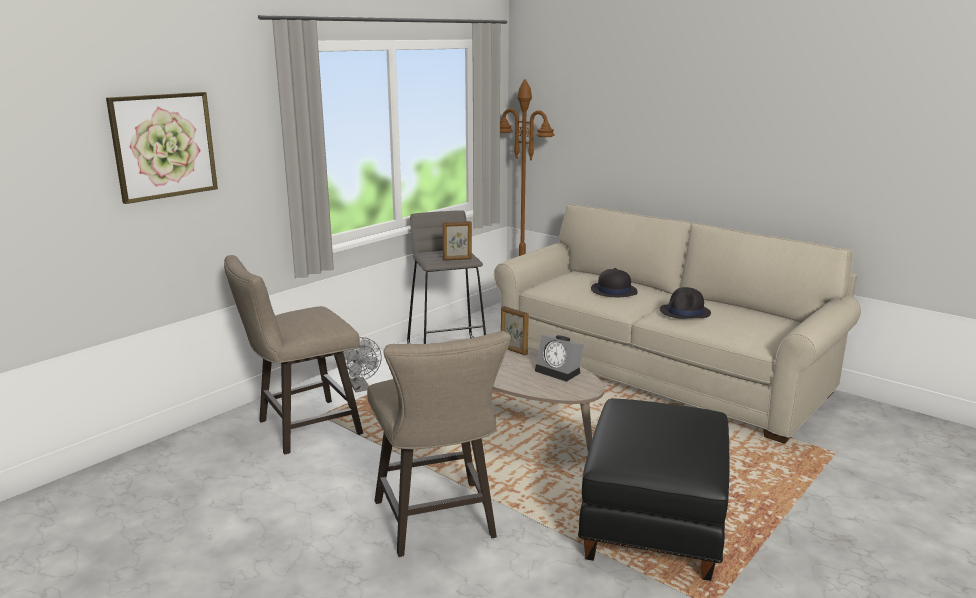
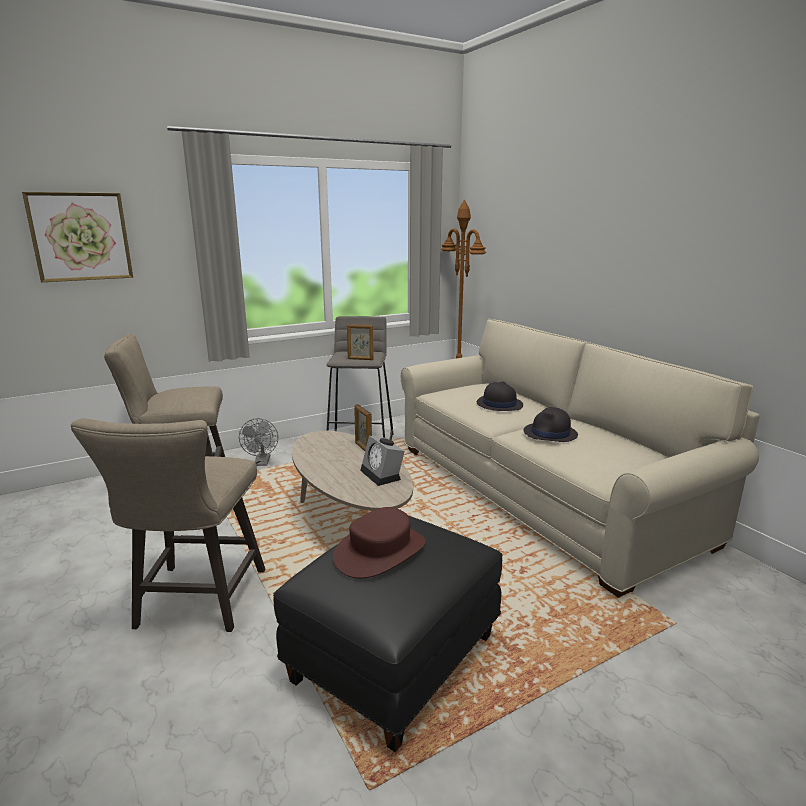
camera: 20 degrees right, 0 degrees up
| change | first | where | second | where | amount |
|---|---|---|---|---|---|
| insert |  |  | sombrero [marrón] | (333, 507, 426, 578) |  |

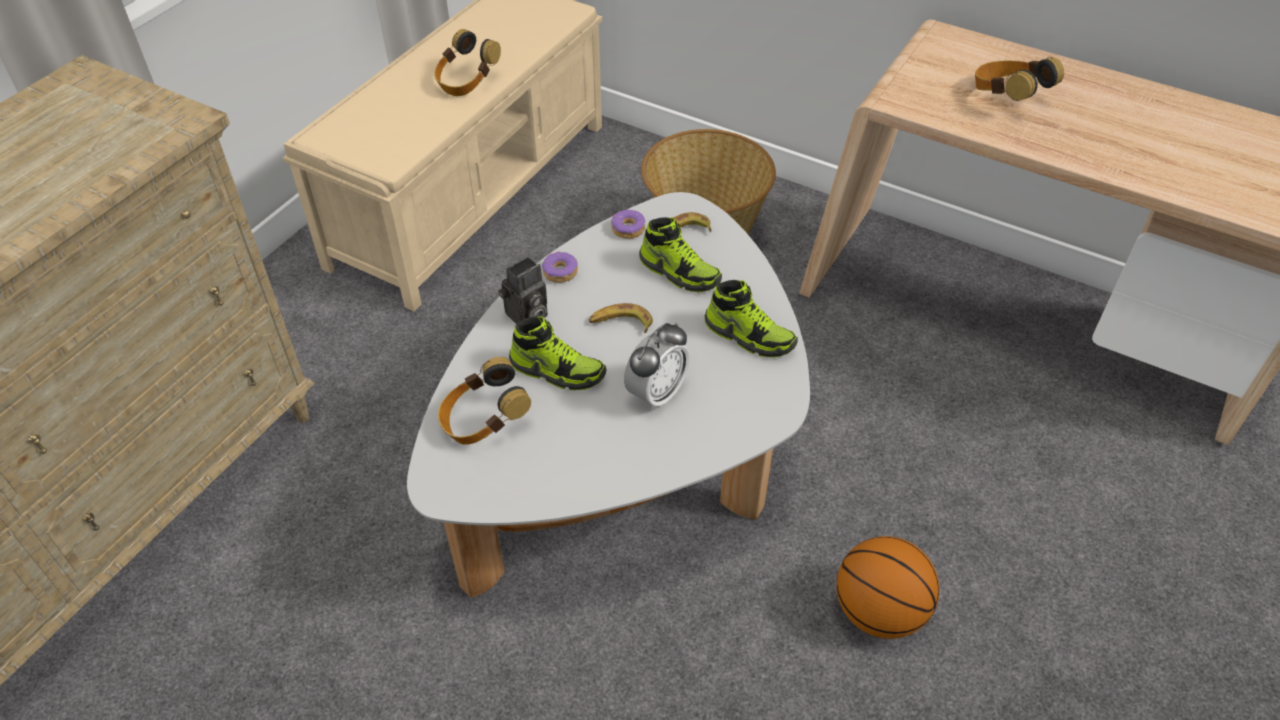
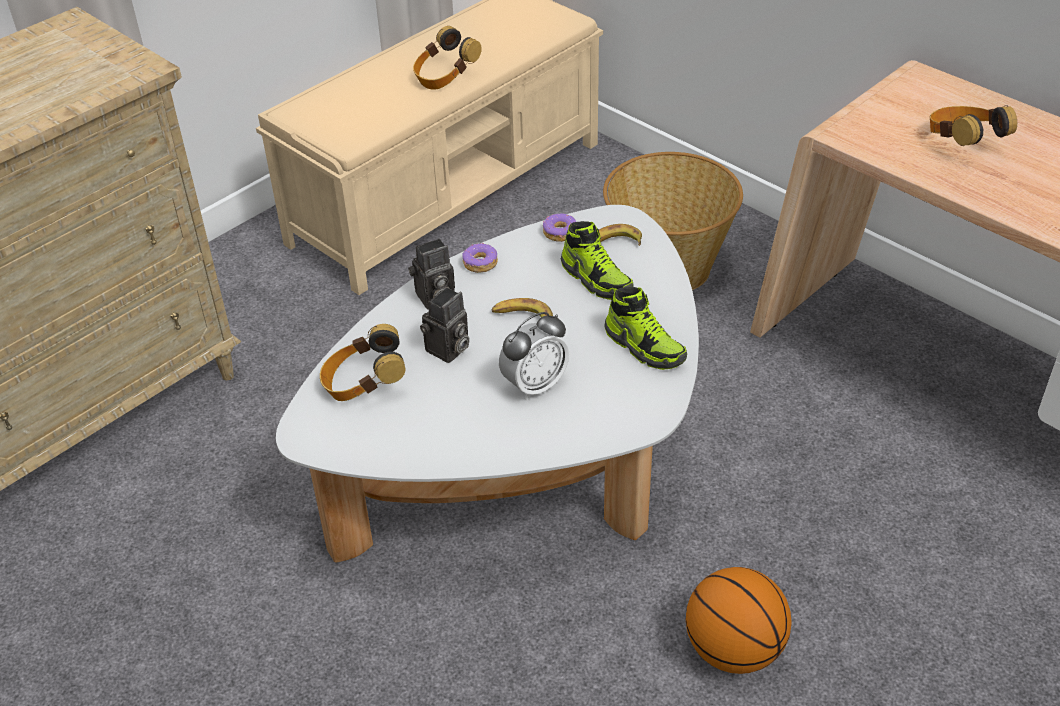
camera: 15 degrees right, 5 degrees down
| change | first | where | second | where | amount |
|---|---|---|---|---|---|
| replace | zapato | (509, 316, 606, 390) | cámara | (420, 287, 470, 363) |  |

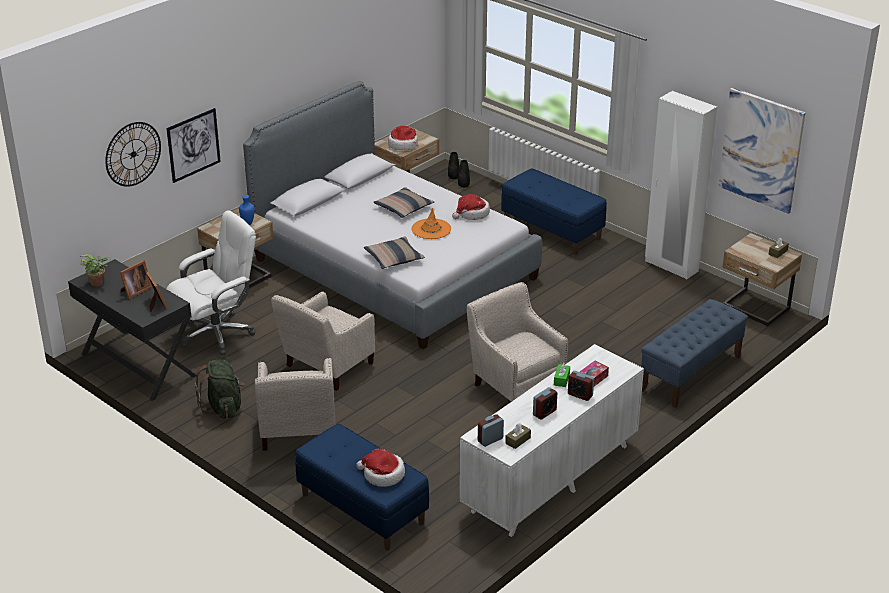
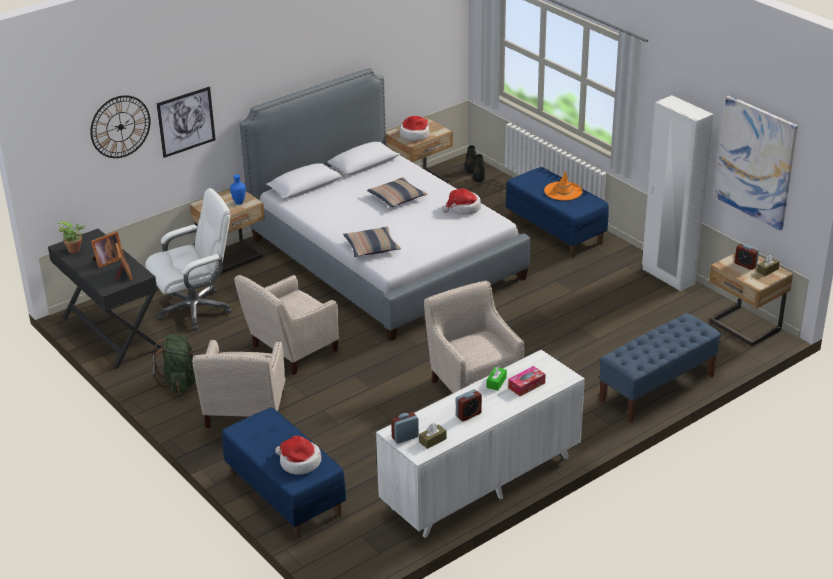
camera: 10 degrees right, 0 degrees up
| change | first | where | second | where | amount |
|---|---|---|---|---|---|
| move | sombrero [naranja] | (411, 208, 451, 239) |  | (544, 171, 583, 201) |  |
| move | despertador | (568, 371, 594, 401) |  | (735, 243, 759, 270) |  |

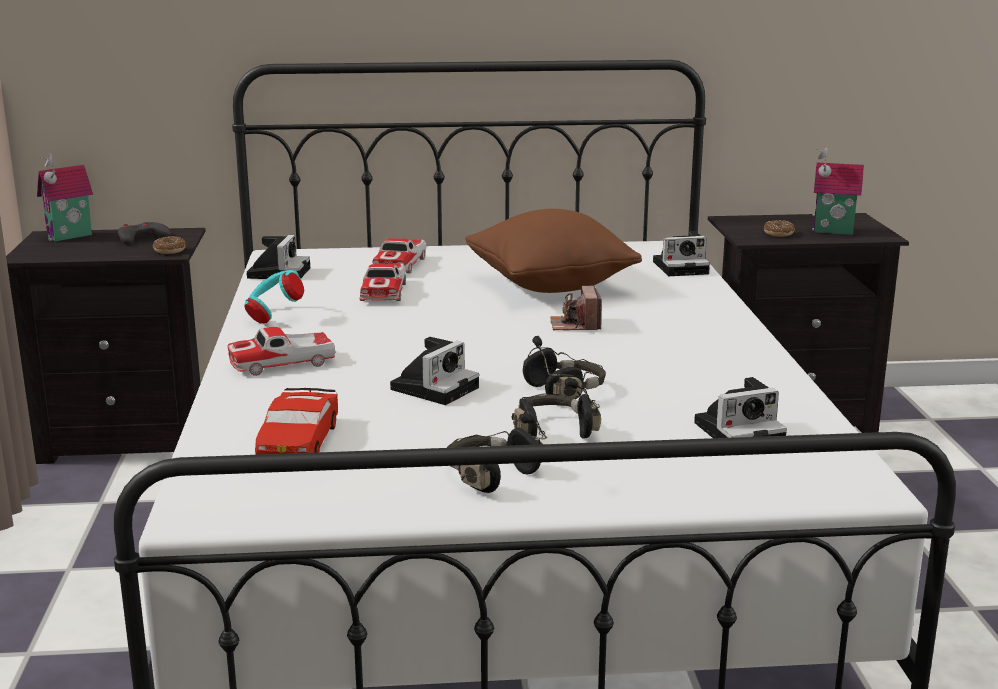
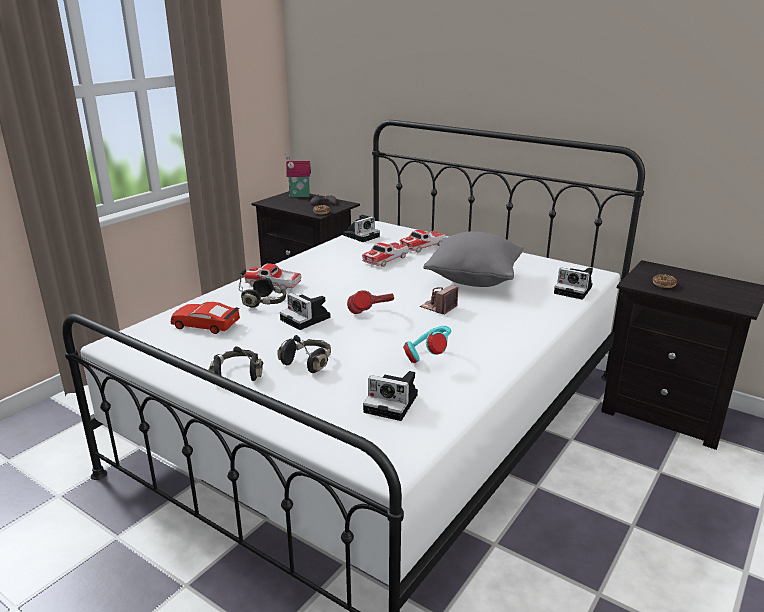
camera: 40 degrees right, 5 degrees up
| change | first | where | second | where | amount |
|---|---|---|---|---|---|
| delete | casita | (812, 147, 864, 235) |  |  |  |
| recolor | cojín [marrón] | (465, 209, 642, 293) | cojín [gris] | (423, 231, 524, 287) |  |
| move | auriculares [turquesa] | (244, 270, 304, 324) |  | (403, 326, 451, 363) |  |
| move | auriculares [negro] | (523, 336, 606, 399) |  | (238, 269, 287, 308) |  |
| rotate | cámara | (390, 337, 479, 405) |  | (280, 293, 330, 330) | 60 degrees clockwise |
| rotate | coche de juguete [rojo] | (255, 388, 338, 455) |  | (171, 302, 240, 334) | 60 degrees clockwise |
| insert |  |  | auriculares [rojo] | (347, 290, 394, 314) |  |

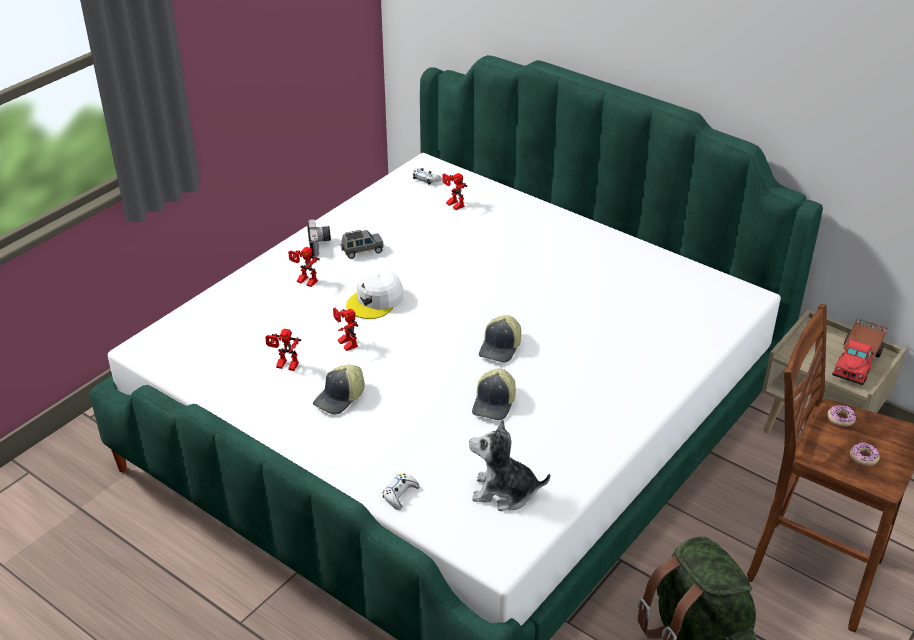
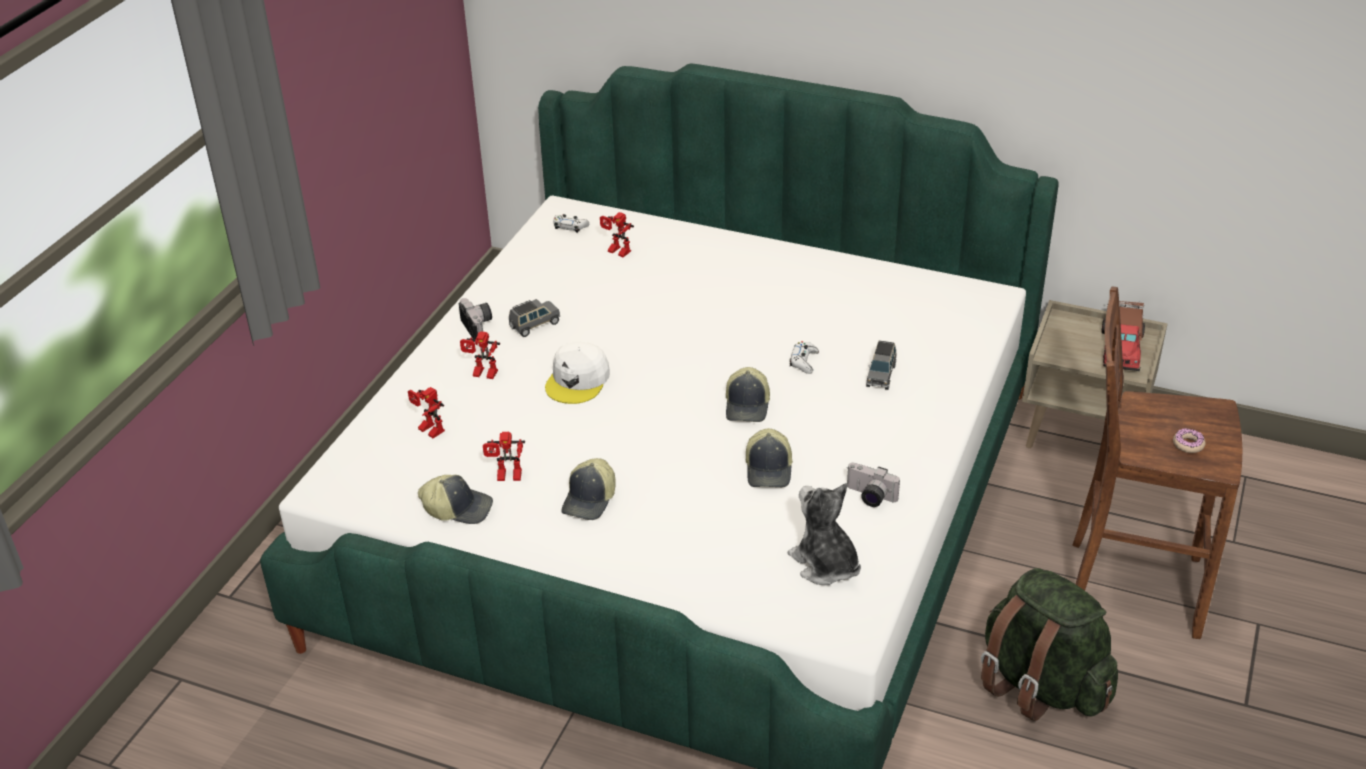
camera: 15 degrees left, 0 degrees up
| change | first | where | second | where | amount |
|---|---|---|---|---|---|
| move | robot de juguete | (333, 308, 358, 351) |  | (408, 387, 445, 438) |  |
| delete | rosquilla | (827, 405, 856, 427) |  |  |  |
| rotate | peluche | (469, 419, 550, 511) |  | (788, 483, 861, 585) | 60 degrees clockwise |
| move | mando de consola [blanco] | (382, 473, 420, 510) |  | (790, 341, 819, 374) |  |
| insert |  |  | coche de juguete [gris] | (866, 340, 896, 390) |  |
| insert |  |  | cámara | (847, 463, 900, 507) |  |
| insert |  |  | gorra | (418, 475, 493, 524) |  |

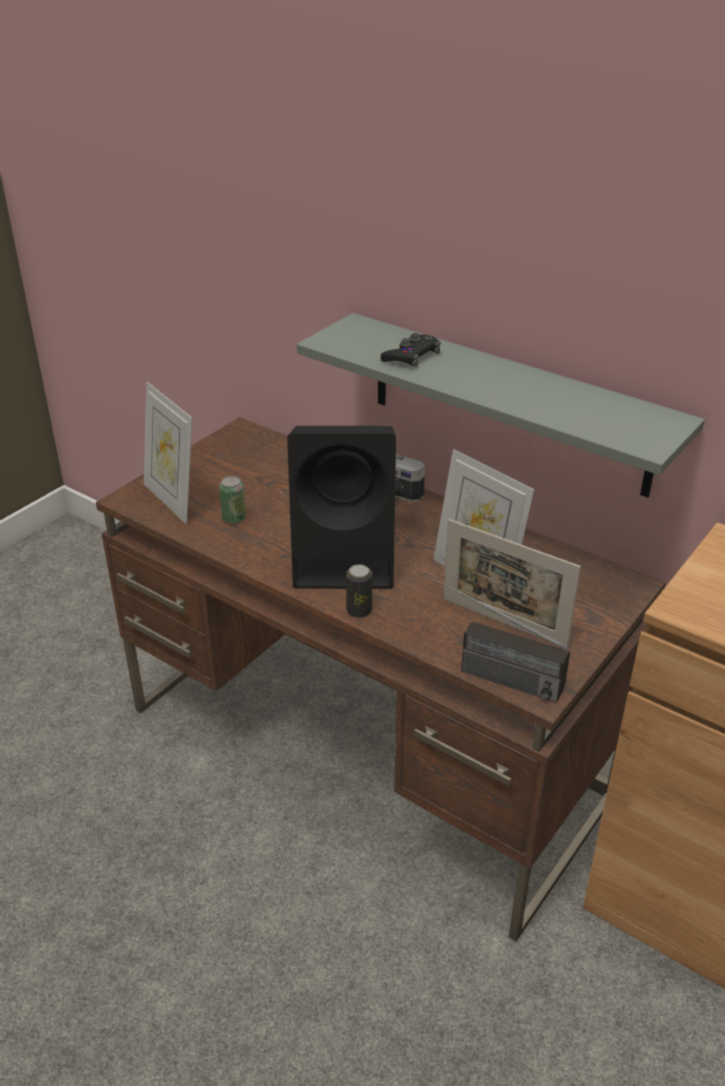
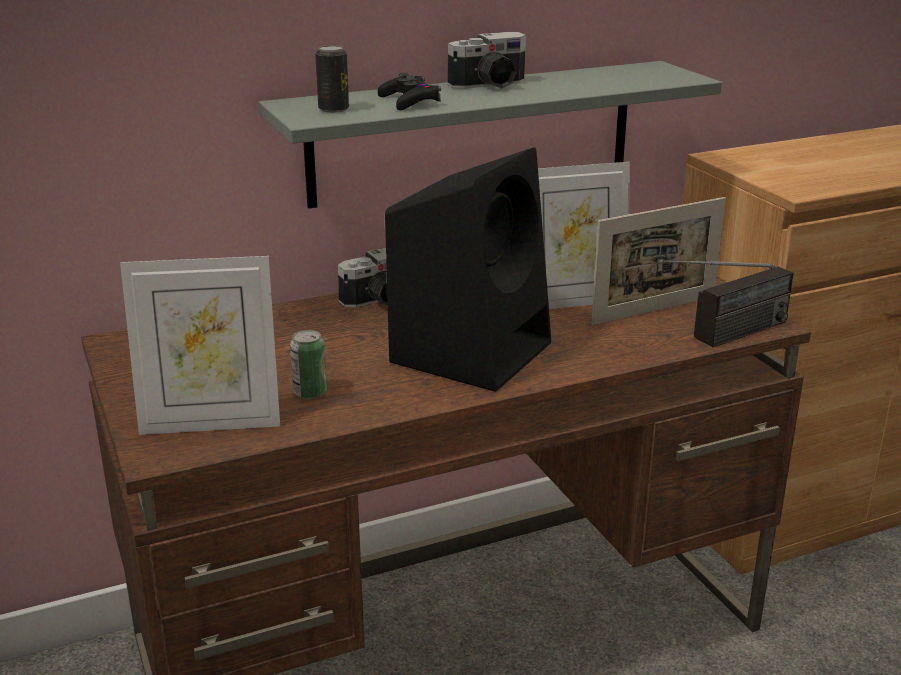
camera: 60 degrees left, 10 degrees down
| change | first | where | second | where | amount |
|---|---|---|---|---|---|
| move | lata | (346, 564, 372, 618) |  | (315, 45, 349, 113) |  |
| insert |  |  | cámara | (448, 32, 526, 89) |  |

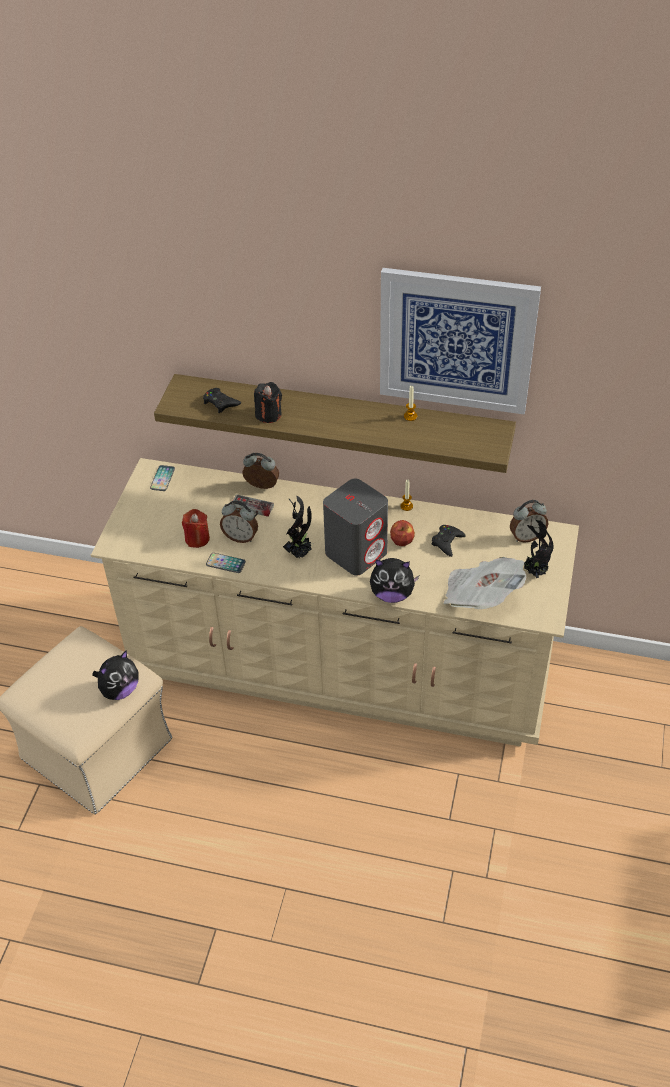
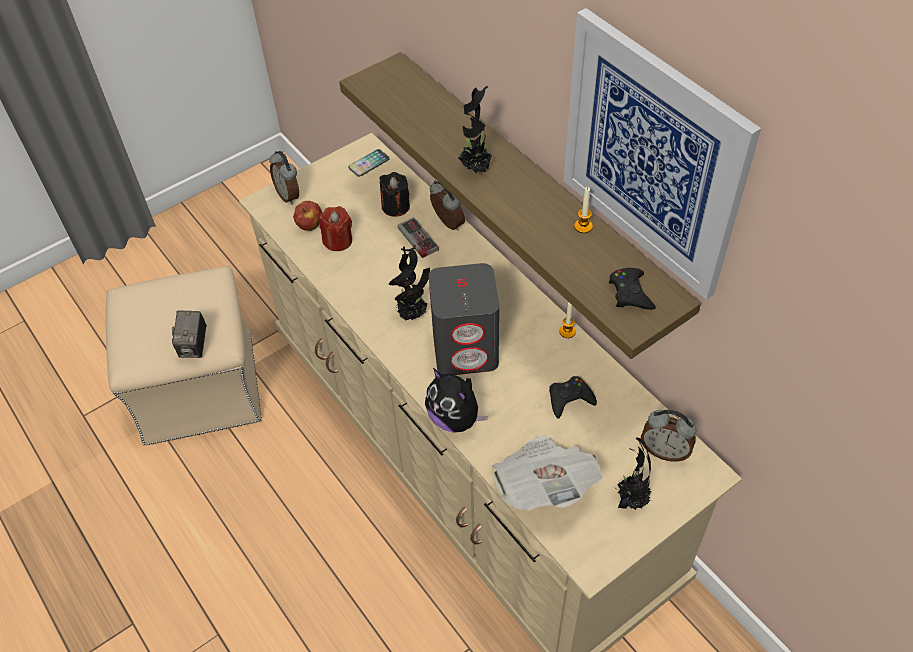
camera: 40 degrees right, 5 degrees up
| change | first | where | second | where | amount |
|---|---|---|---|---|---|
| move | vela [negro] | (254, 382, 282, 423) |  | (380, 172, 410, 217) |  |
| move | mando de consola [negro] | (203, 388, 241, 413) |  | (609, 268, 656, 310) |  |
| move | despertador | (220, 501, 258, 543) |  | (269, 151, 299, 205) |  |
| move | manzana | (390, 520, 415, 546) |  | (293, 201, 323, 231) |  |
| delete | móvil | (206, 553, 246, 573) |  |  |  |
| replace | peluche | (92, 650, 138, 700) | cámara | (172, 311, 207, 358) |  |
| insert |  |  | planta en maceta | (458, 86, 495, 175) |  |

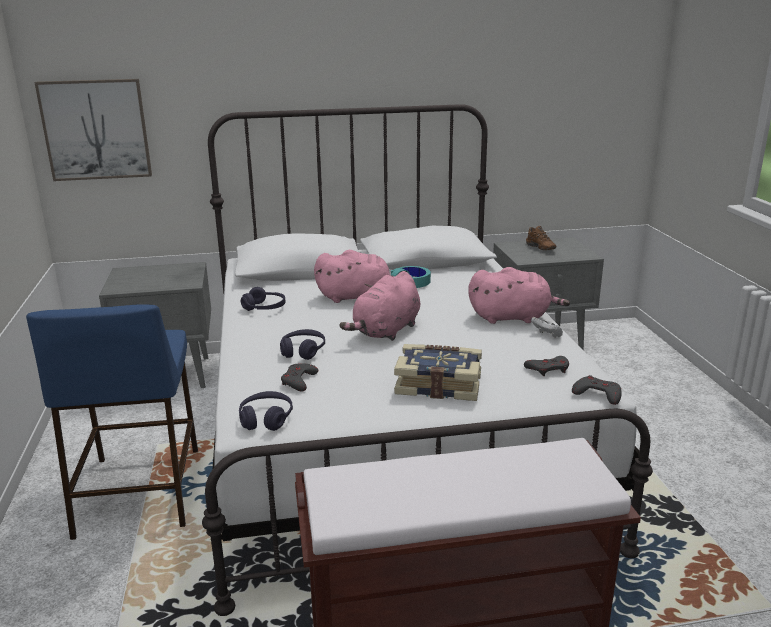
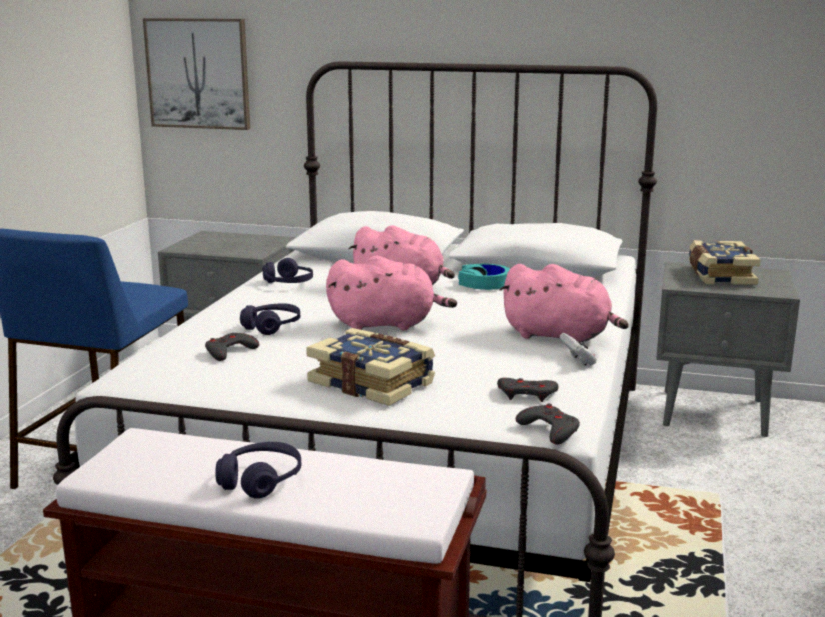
camera: 25 degrees right, 5 degrees down
| change | first | where | second | where | amount |
|---|---|---|---|---|---|
| replace | zapato [marrón] | (526, 226, 556, 250) | libro | (688, 240, 761, 285) |  |
| rotate | peluche [rosa] | (340, 271, 420, 341) |  | (326, 255, 457, 331) | 150 degrees counterclockwise |
| move | auriculares [morado] | (239, 391, 293, 431) |  | (215, 442, 301, 499) |  |

